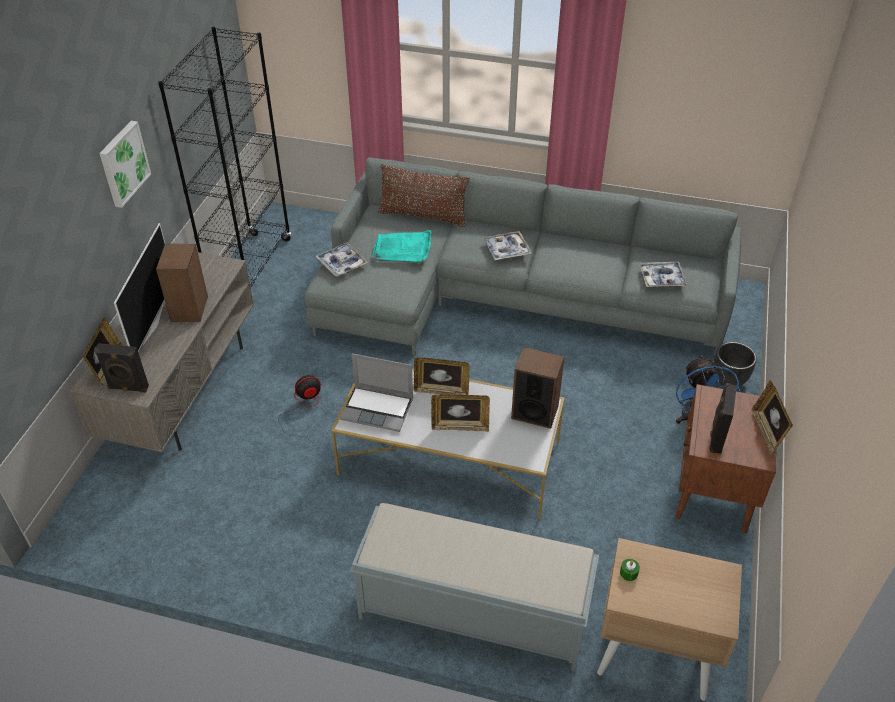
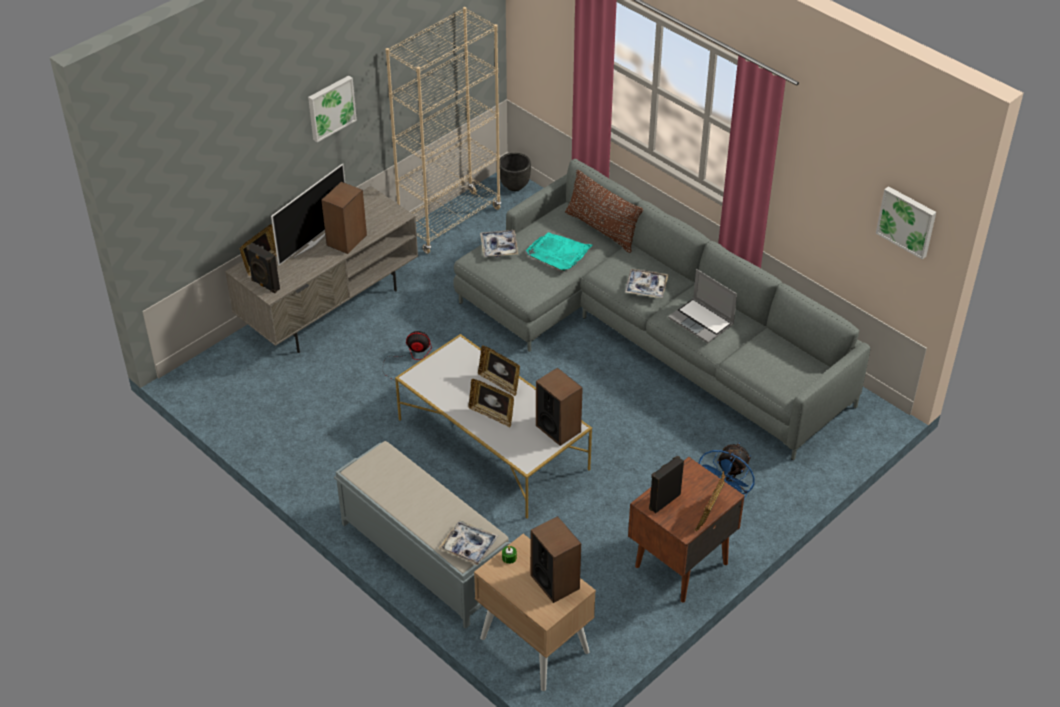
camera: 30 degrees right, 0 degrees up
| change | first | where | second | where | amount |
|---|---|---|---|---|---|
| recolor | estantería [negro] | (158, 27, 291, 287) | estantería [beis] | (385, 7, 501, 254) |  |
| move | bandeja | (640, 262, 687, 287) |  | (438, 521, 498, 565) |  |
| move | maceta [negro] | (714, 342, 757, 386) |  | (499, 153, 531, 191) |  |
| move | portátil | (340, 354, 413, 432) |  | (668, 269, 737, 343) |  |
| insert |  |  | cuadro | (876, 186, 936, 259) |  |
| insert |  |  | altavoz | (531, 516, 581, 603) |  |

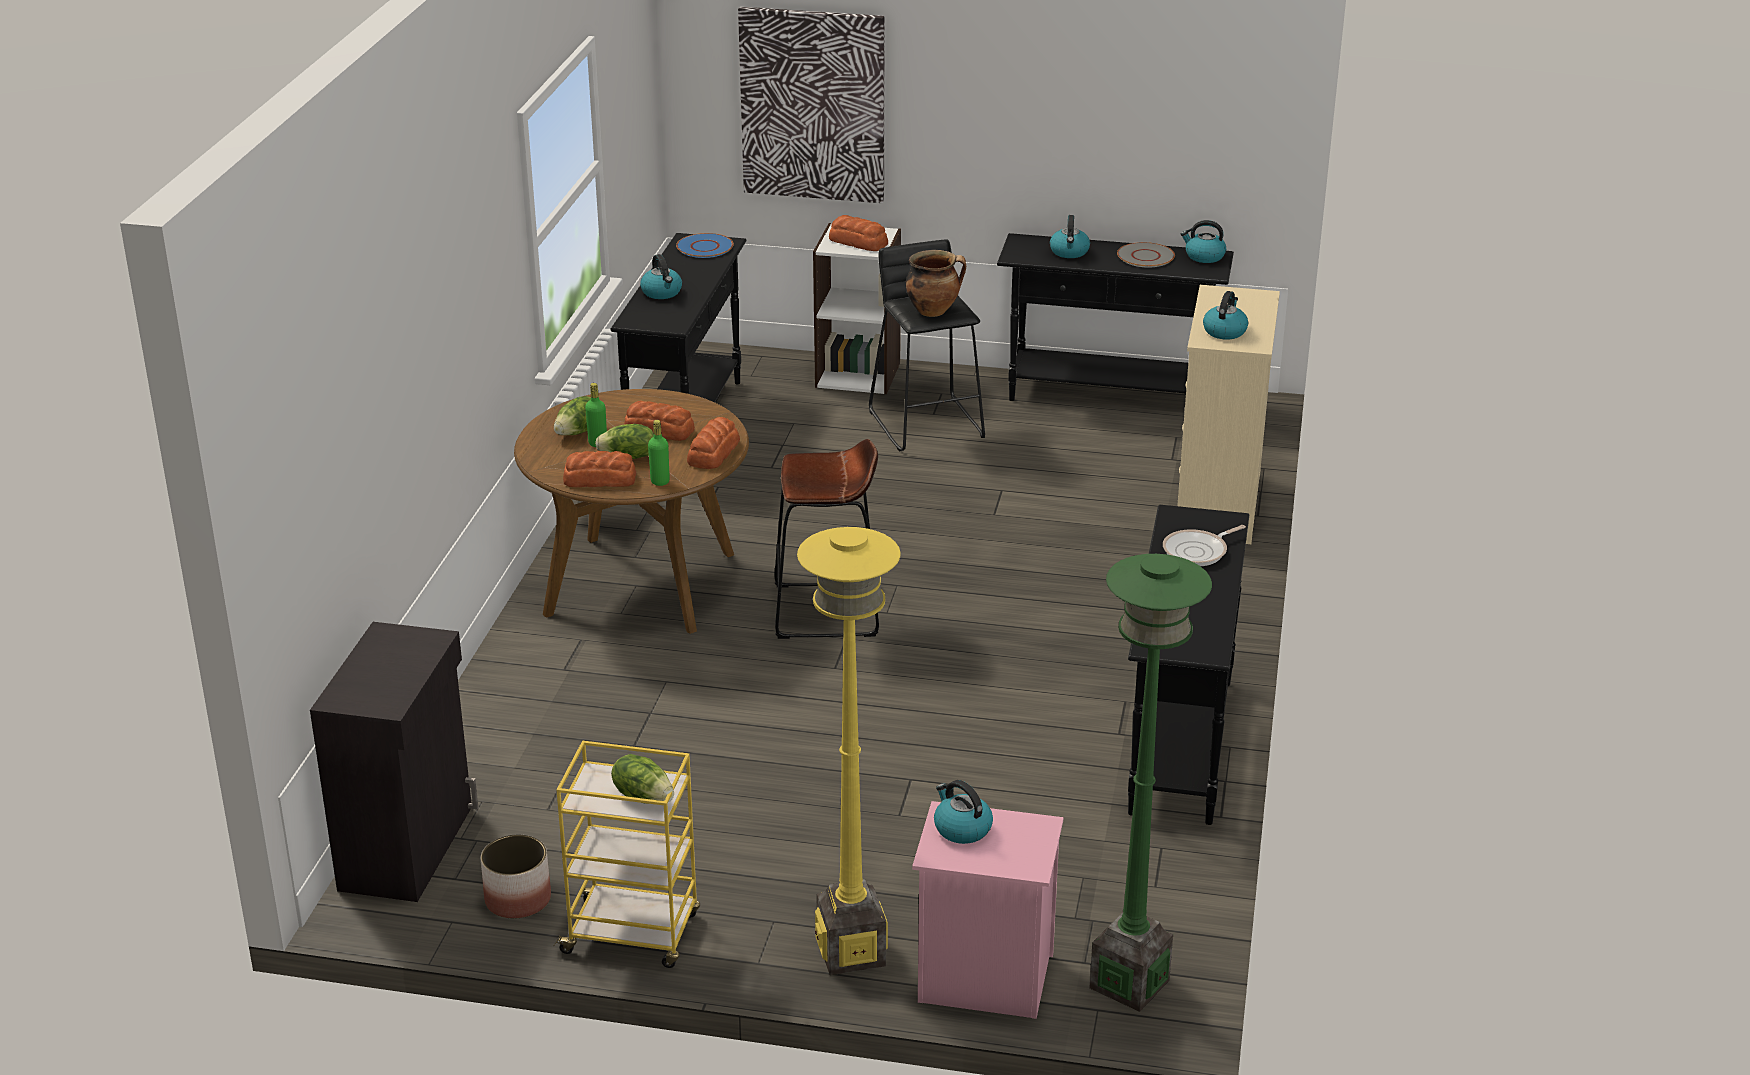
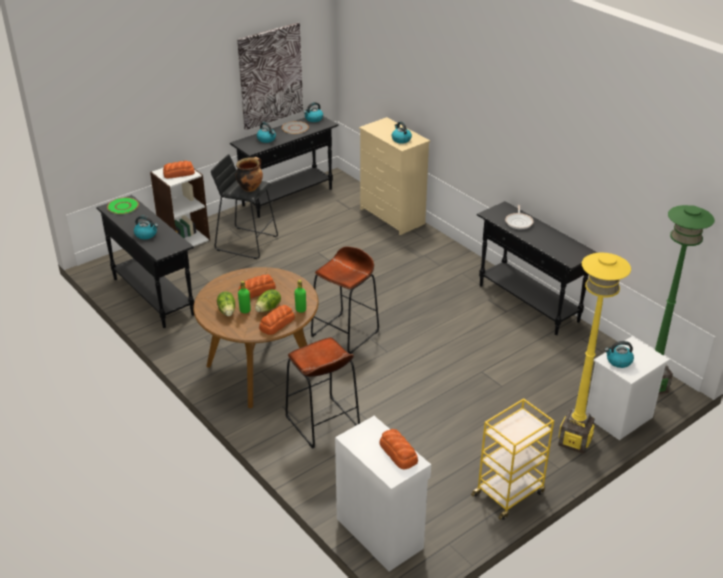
camera: 50 degrees left, 5 degrees up
| change | first | where | second | where | amount |
|---|---|---|---|---|---|
| move | cuadro | (738, 7, 884, 203) |  | (237, 23, 303, 130) |  |
| recolor | plato [azul] | (676, 233, 734, 258) | plato [verde] | (107, 198, 139, 214) |  |
| move | pan | (687, 417, 740, 469) |  | (379, 429, 418, 470) |  |
| recolor | armario [negro] | (310, 622, 478, 902) | armario [blanco] | (335, 416, 431, 572) |  |
| delete | lechuga | (611, 754, 674, 804) |  |  |  |
| recolor | mesita de noche [rosa] | (912, 801, 1063, 1019) | mesita de noche [blanco] | (586, 336, 670, 440) |  |
| delete | maceta | (481, 835, 551, 919) |  |  |  |
| insert |  |  | taburete [marrón] | (285, 337, 360, 449) |  |

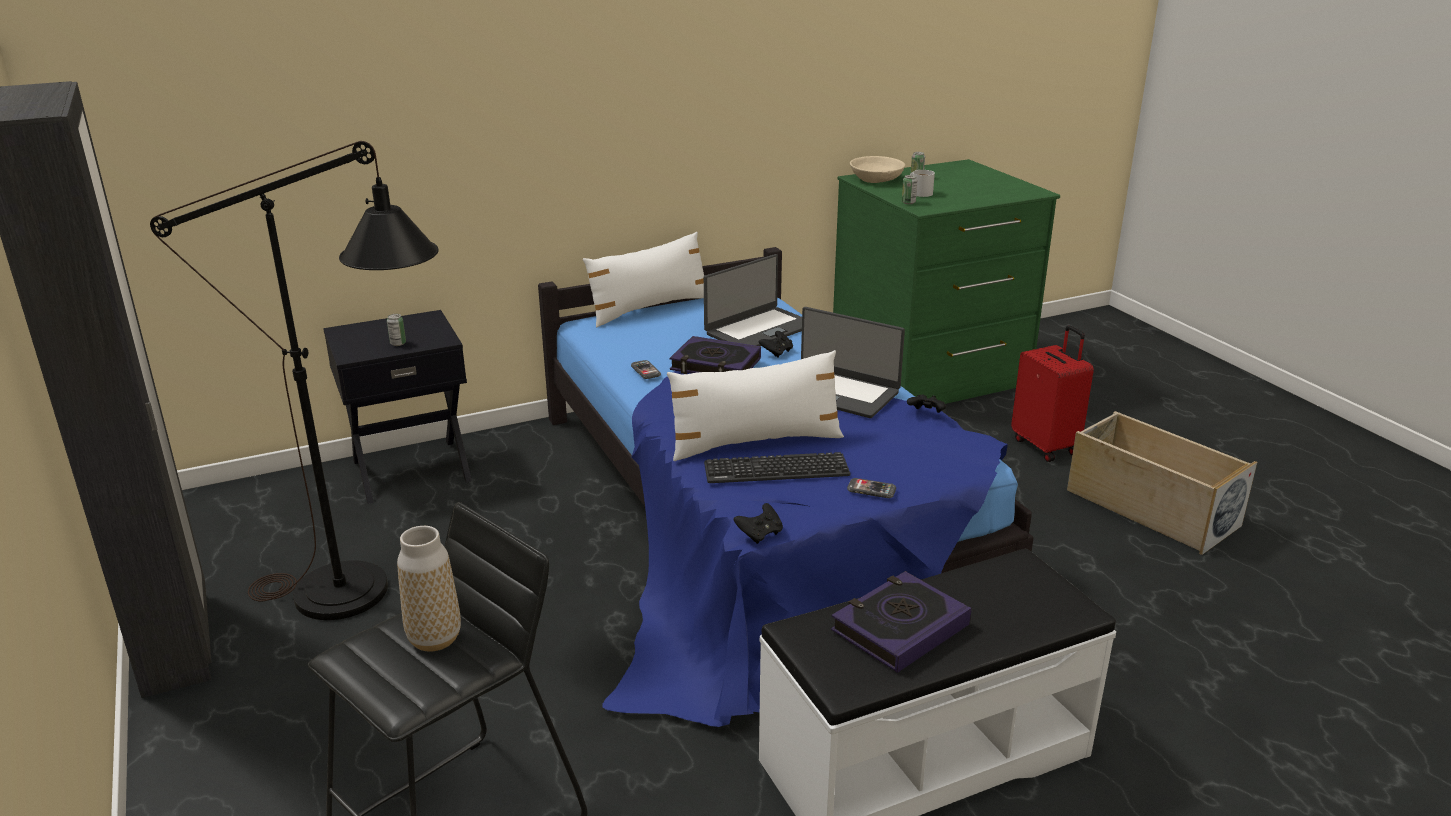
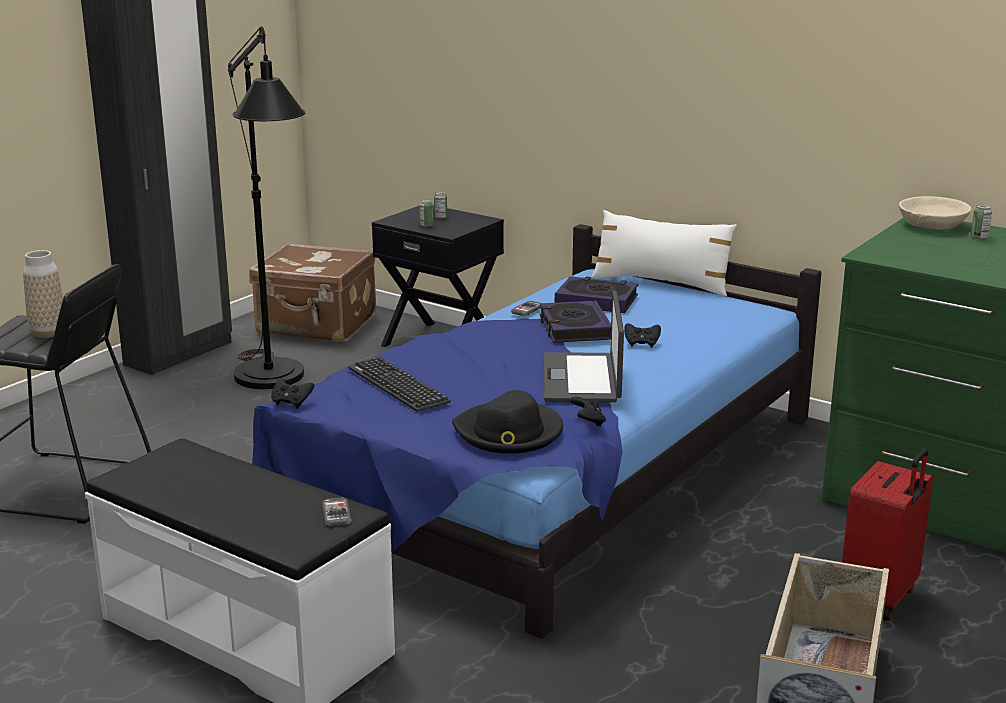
camera: 60 degrees right, 5 degrees down
| change | first | where | second | where | amount |
|---|---|---|---|---|---|
| delete | taza grande [blanco] | (910, 170, 935, 197) |  |  |  |
| move | lata | (902, 175, 917, 204) |  | (434, 192, 447, 219) |  |
| delete | portátil | (704, 254, 802, 346) |  |  |  |
| delete | cojín [blanco] | (667, 350, 844, 461) |  |  |  |
| move | móvil | (847, 478, 896, 498) |  | (322, 497, 352, 526) |  |
| move | libro | (831, 571, 971, 673) |  | (555, 276, 638, 313) |  |
| insert |  |  | maleta [marrón] | (249, 243, 376, 342) |  |
| insert |  |  | sombrero [negro] | (452, 390, 563, 454) |  |

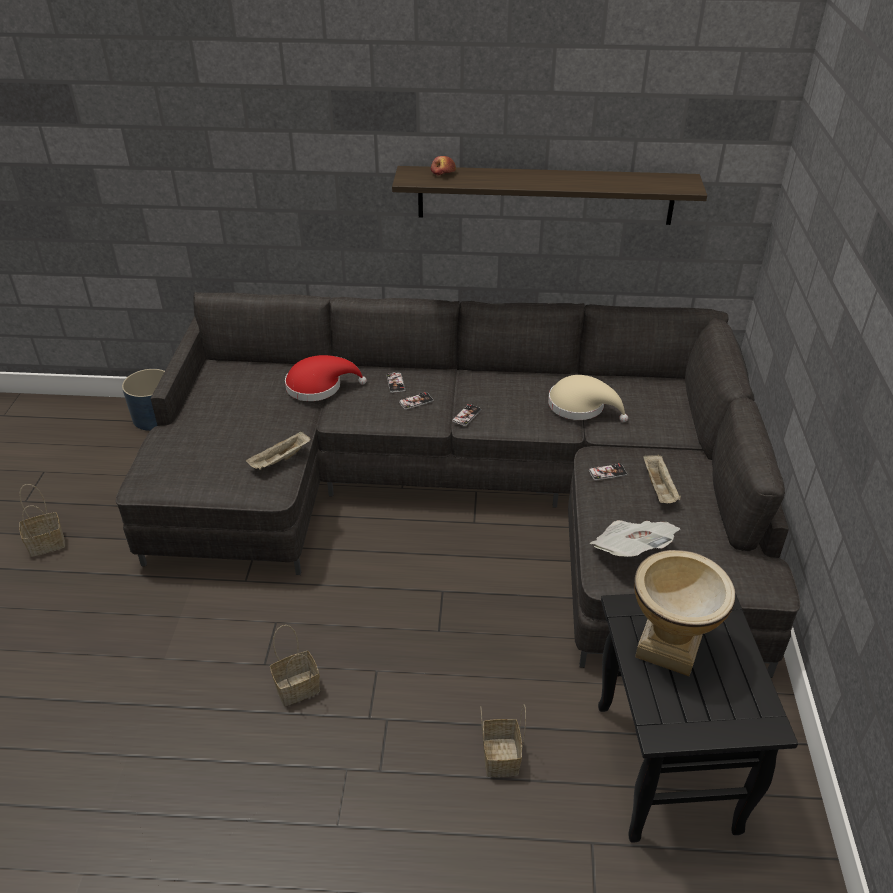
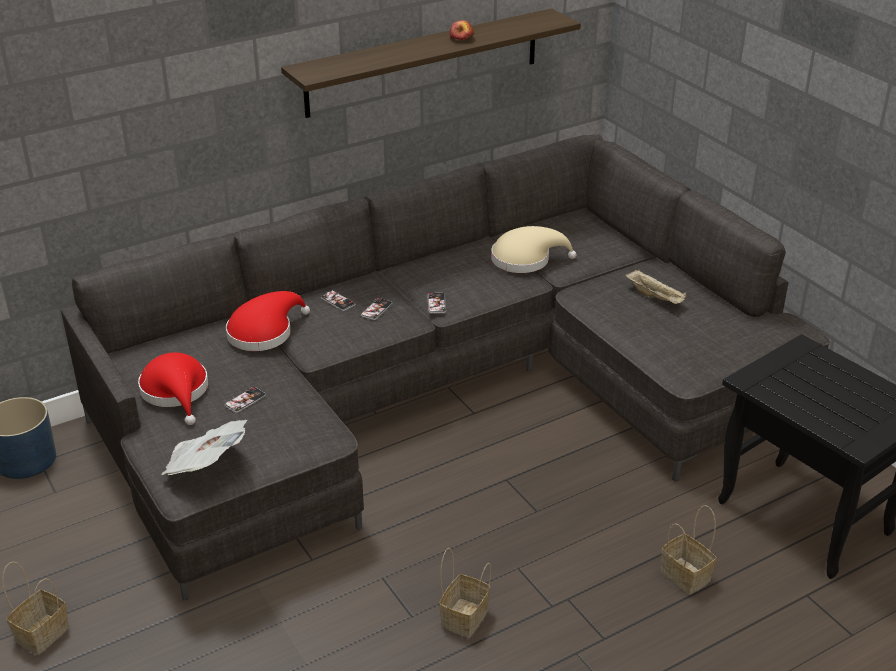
camera: 35 degrees left, 5 degrees down
| change | first | where | second | where | amount |
|---|---|---|---|---|---|
| move | manzana | (431, 156, 456, 176) |  | (450, 20, 474, 40) |  |
| delete | bandeja [beis] | (246, 431, 310, 470) |  |  |  |
| move | móvil | (589, 463, 627, 481) |  | (225, 387, 266, 413) |  |
| move | periódico | (590, 520, 680, 557) |  | (162, 420, 247, 475) |  |
| delete | florero | (634, 550, 735, 676) |  |  |  |
| insert |  |  | sombrero [rojo] | (138, 352, 208, 425) |  |

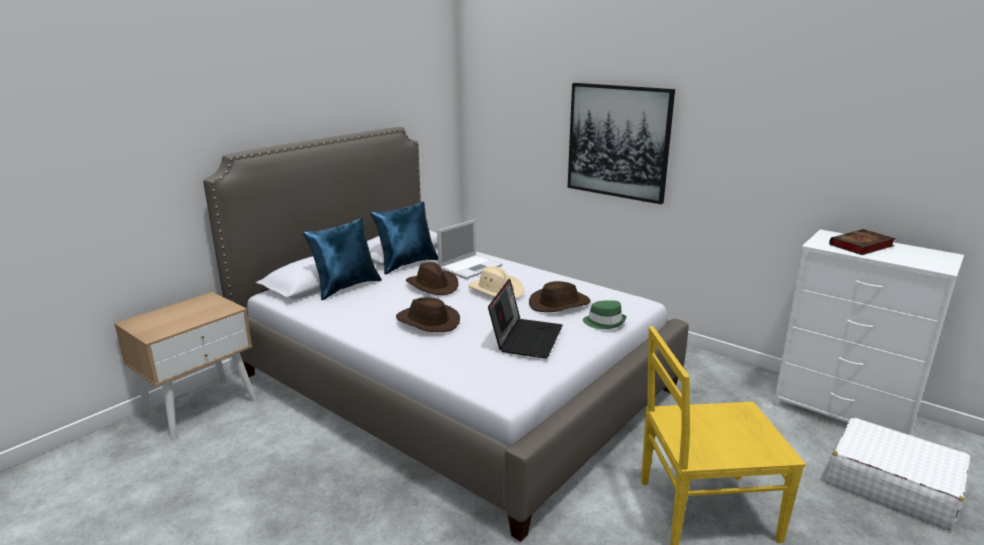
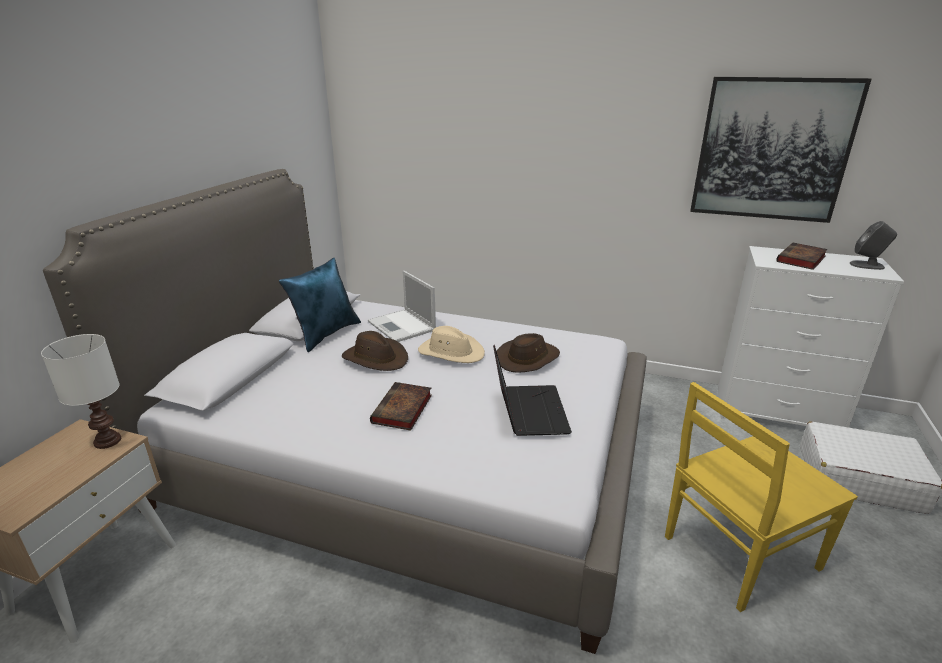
camera: 20 degrees left, 5 degrees up
| change | first | where | second | where | amount |
|---|---|---|---|---|---|
| move | cuadro | (568, 83, 675, 204) |  | (690, 77, 871, 223) |  |
| delete | cojín [azul] | (303, 218, 382, 300) |  |  |  |
| rotate | portátil | (437, 220, 502, 279) |  | (368, 271, 436, 342) | 120 degrees clockwise |
| replace | sombrero [marrón] | (396, 297, 460, 332) | libro | (370, 382, 432, 431) |  |
| delete | sombrero [verde] | (583, 300, 626, 329) |  |  |  |
| insert |  |  | altavoz [gris] | (850, 221, 897, 270) |  |
| insert |  |  | lámpara de mesa [blanco] | (41, 334, 121, 449) |  |

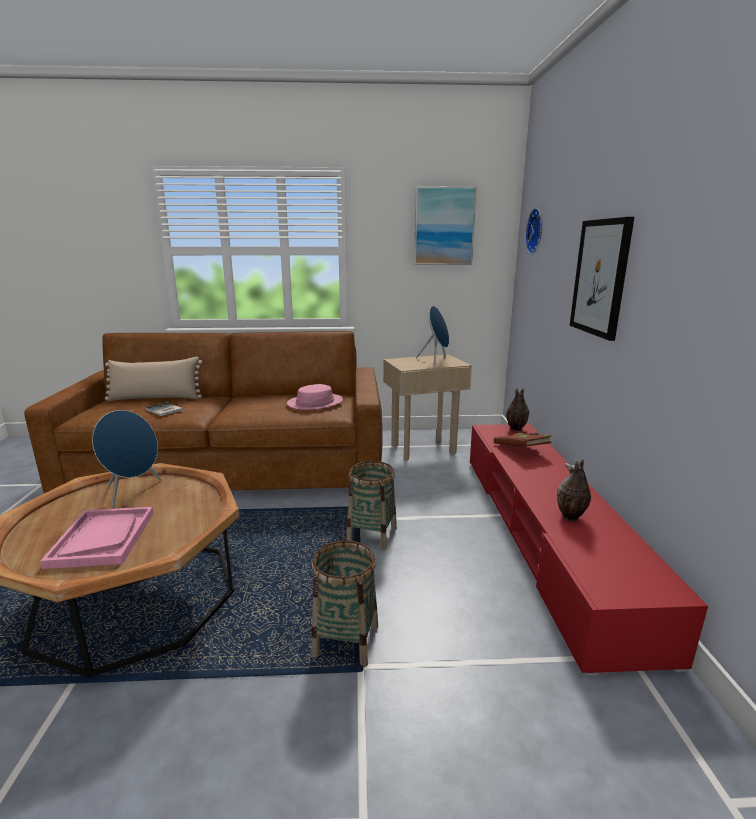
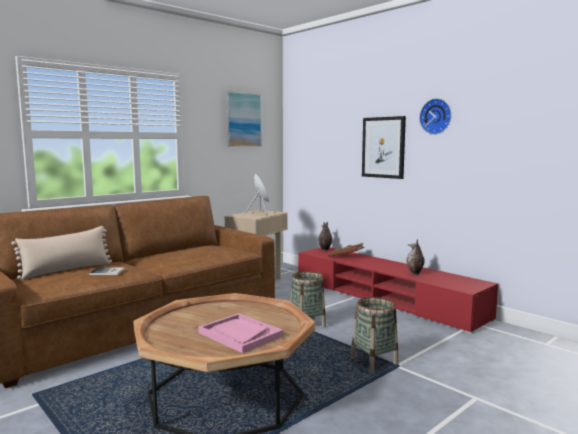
camera: 40 degrees left, 10 degrees down
| change | first | where | second | where | amount |
|---|---|---|---|---|---|
| move | reloj de pared | (525, 208, 542, 255) |  | (419, 98, 452, 135) |  |
| delete | sombrero [rosa] | (287, 384, 343, 410) |  |  |  |
| delete | altavoz [azul] | (92, 410, 162, 508) |  |  |  |

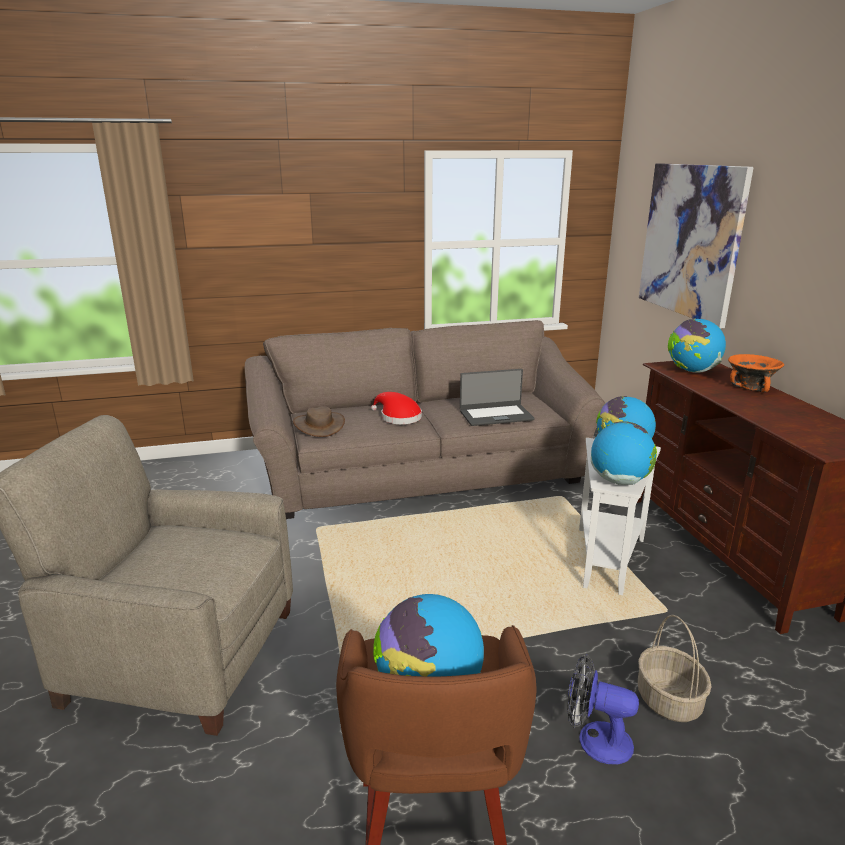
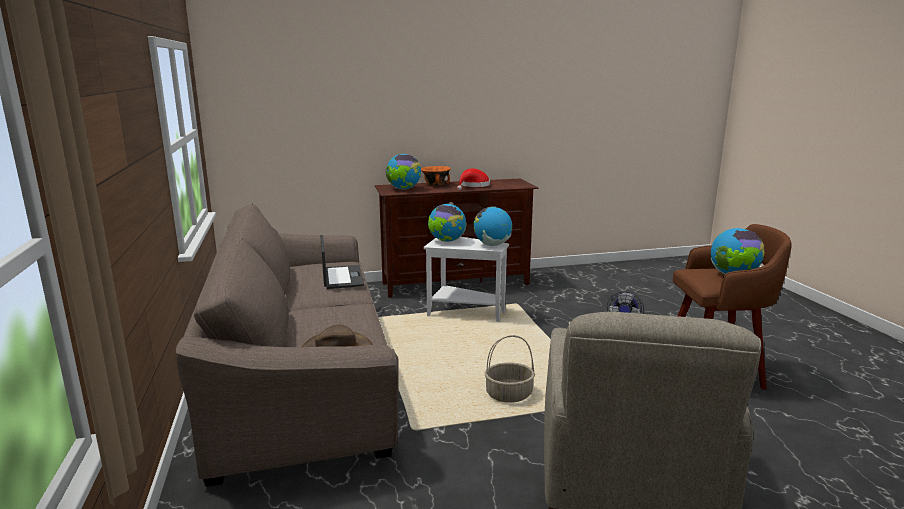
camera: 90 degrees left, 5 degrees down
| change | first | where | second | where | amount |
|---|---|---|---|---|---|
| delete | cuadro | (639, 163, 754, 329) |  |  |  |
| move | sombrero [rojo] | (371, 392, 422, 424) |  | (457, 168, 490, 190) |  |
| move | cesta | (638, 615, 712, 722) |  | (485, 335, 535, 403) |  |

